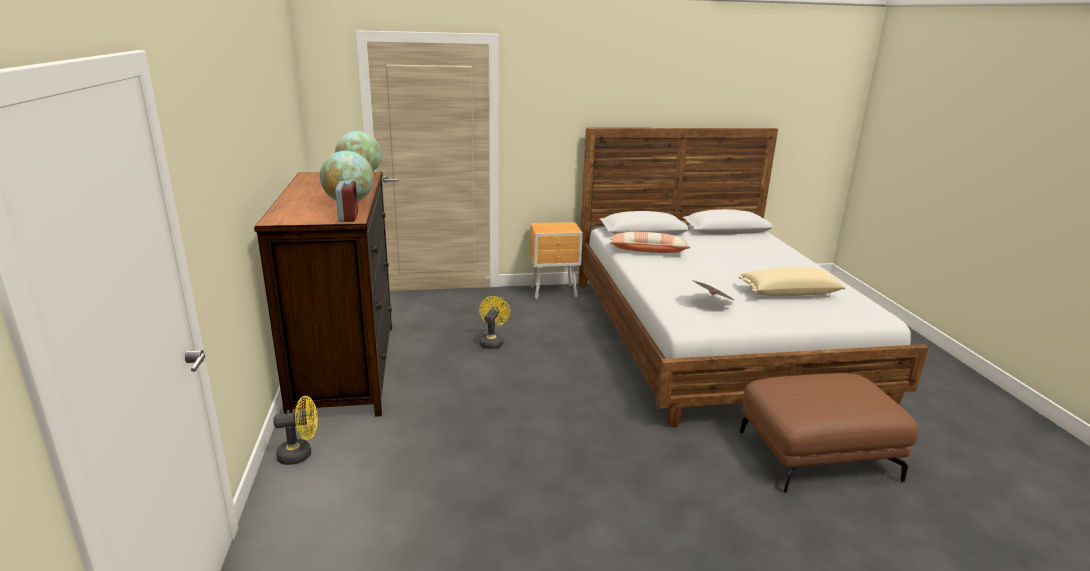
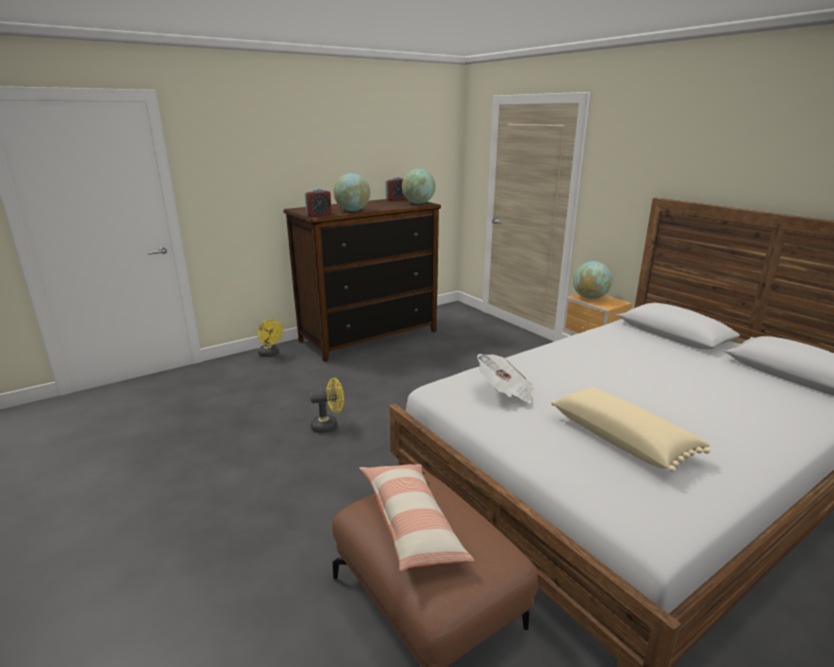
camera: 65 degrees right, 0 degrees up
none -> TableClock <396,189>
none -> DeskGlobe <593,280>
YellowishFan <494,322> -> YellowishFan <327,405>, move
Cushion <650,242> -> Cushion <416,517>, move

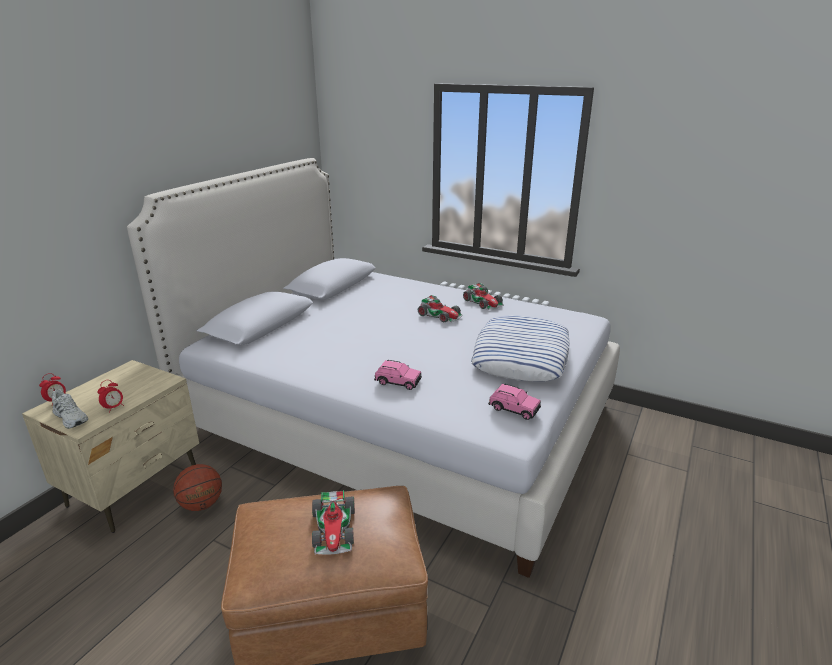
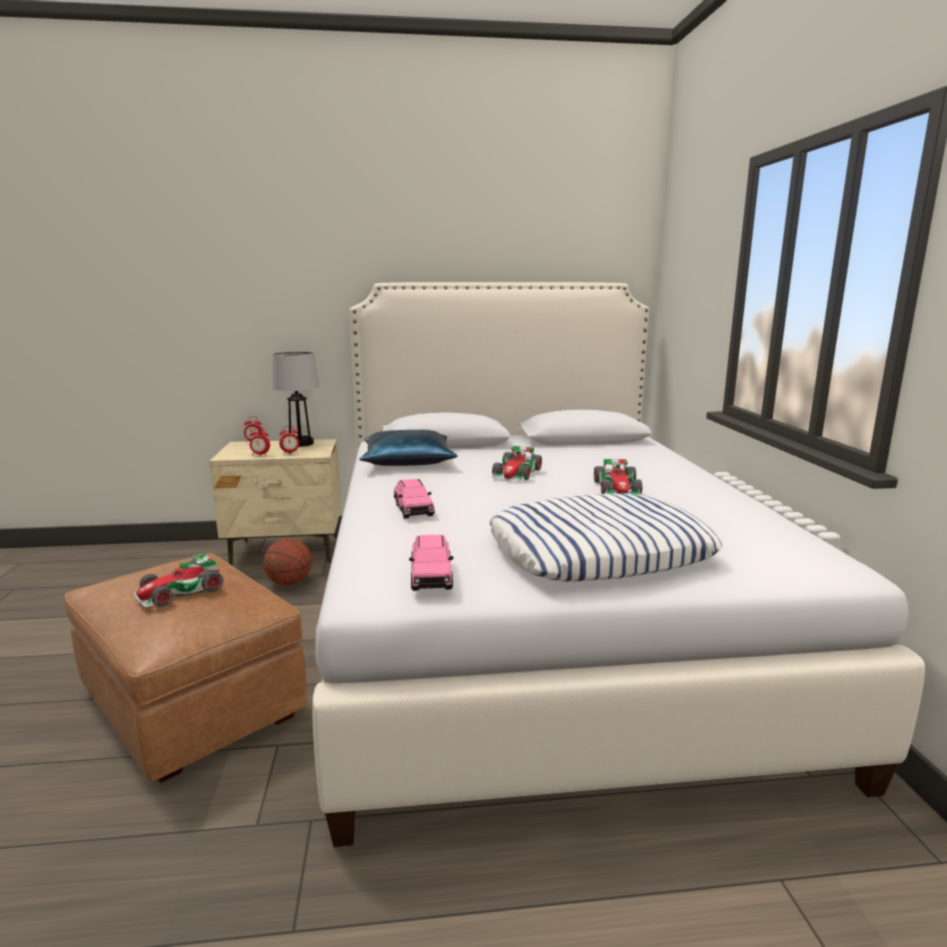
camera: 55 degrees right, 10 degrees down
WhitishLowShoe <70,409> -> none
none -> TabletopLamp <296,399>
none -> TableClock <289,440>
none -> BlueCushion <408,448>
MiniatureCar <483,296> -> MiniatureCar <517,463>, move

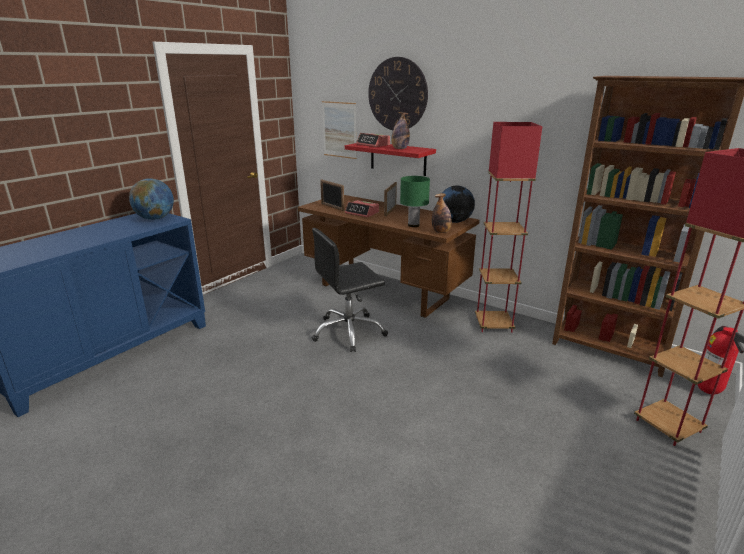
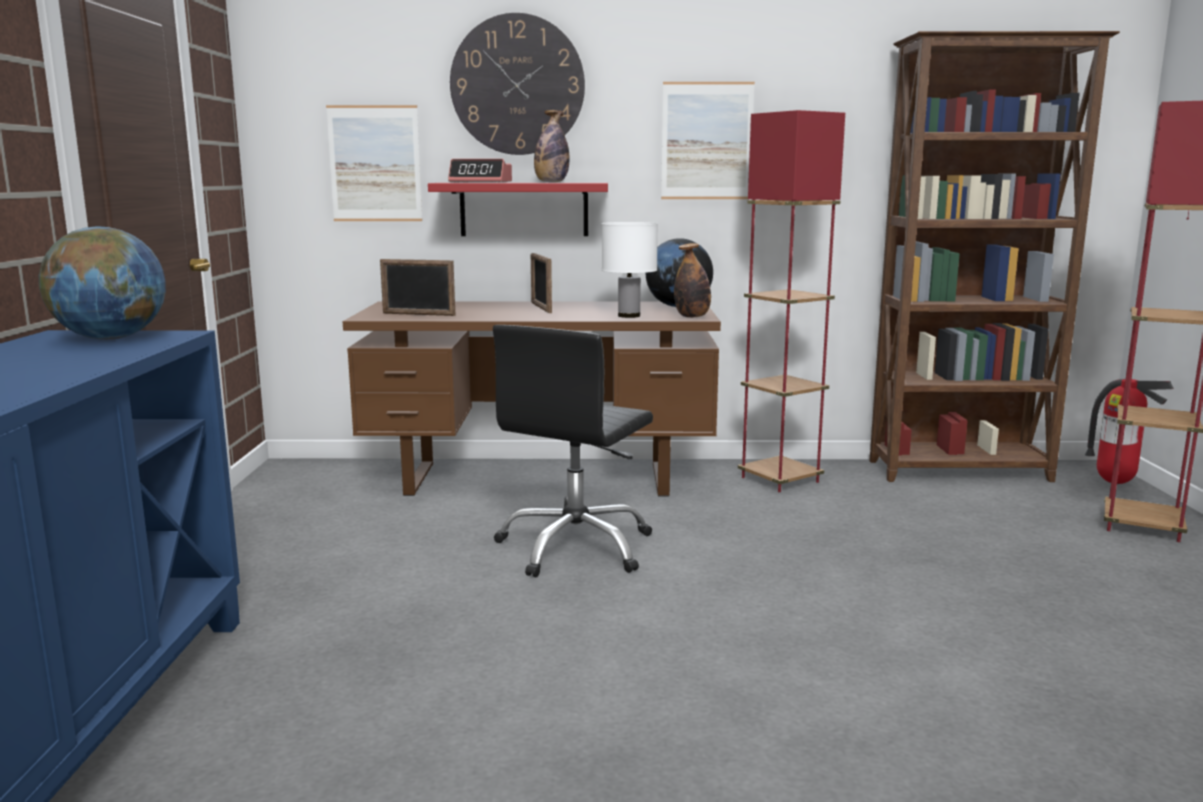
camera: 35 degrees left, 10 degrees down
TableClock <362,208> -> none
none -> WallPicture <708,140>
GreenColouredTabletopLamp <415,201> -> WhitishTabletopLamp <630,270>

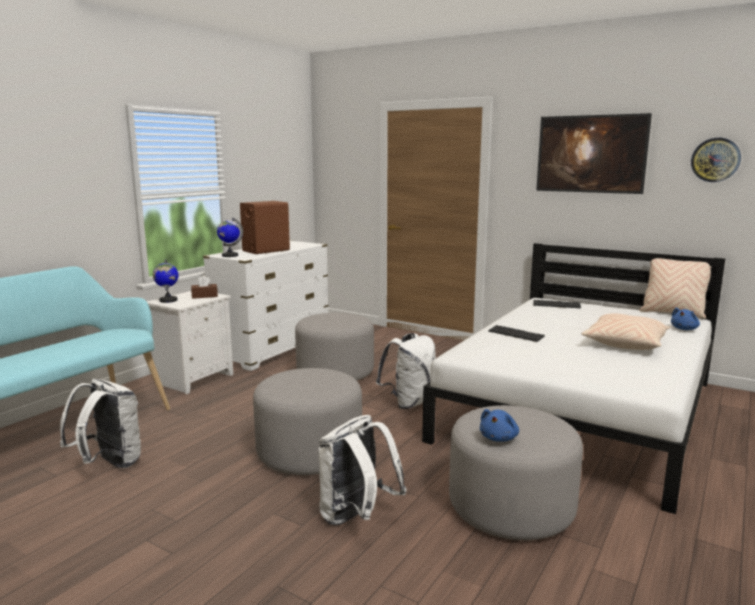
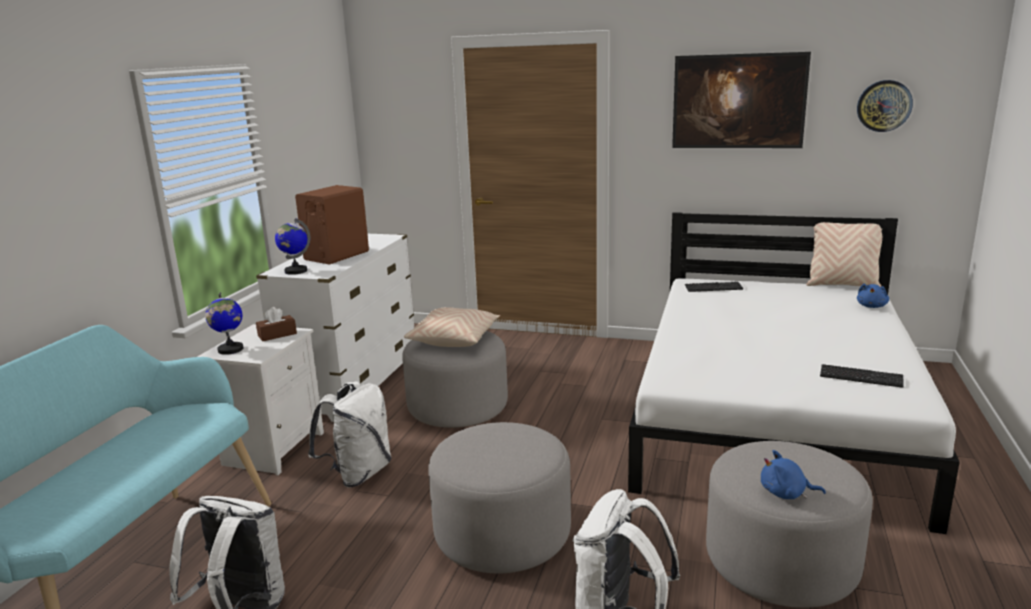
camera: 15 degrees left, 5 degrees up
WhitishKnapsack <406,371> -> WhitishKnapsack <350,434>, move
PcKeyboard <516,333> -> PcKeyboard <862,376>, move
BeigeCushion <626,331> -> BeigeCushion <452,327>, move
BluePlushToy <499,425> -> BluePlushToy <793,474>, 90 degrees clockwise

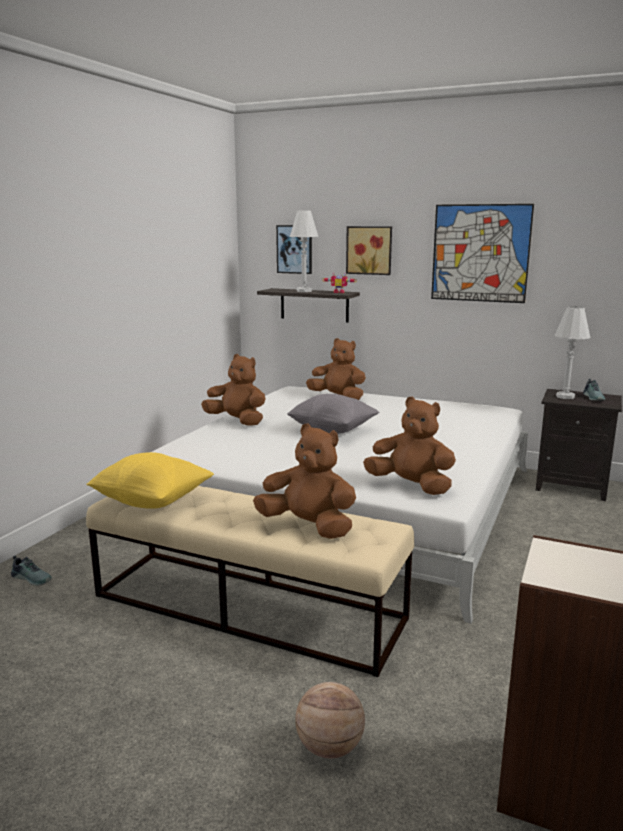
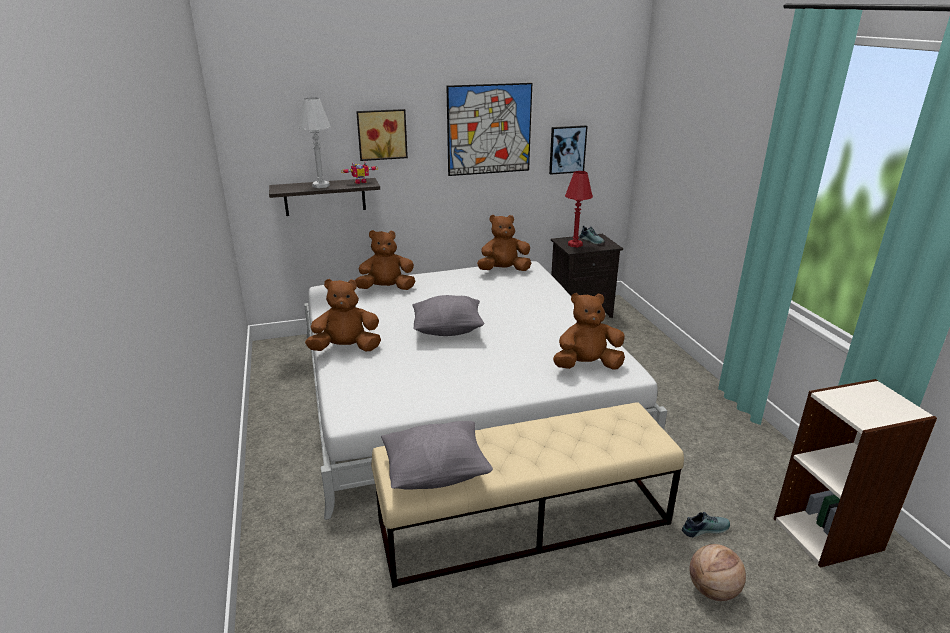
camera: 40 degrees left, 10 degrees up
LowShoe <31,570> -> LowShoe <706,525>, move
BrownishPlushToy <304,481> -> BrownishPlushToy <504,243>, move
WallPicture <294,249> -> WallPicture <568,150>, move
YellowishCushion <150,480> -> GreyCushion <437,455>
WhitishTabletopLamp <572,352> -> ReddishTabletopLamp <579,209>

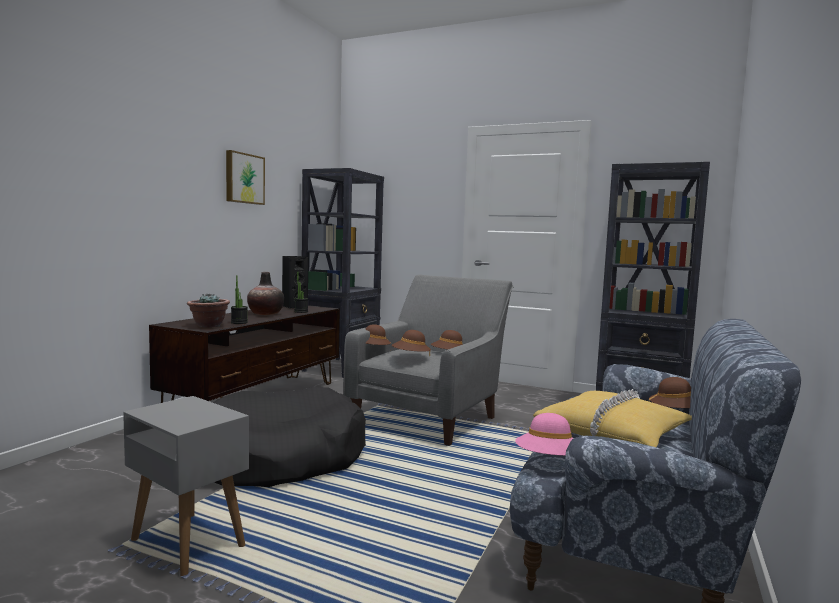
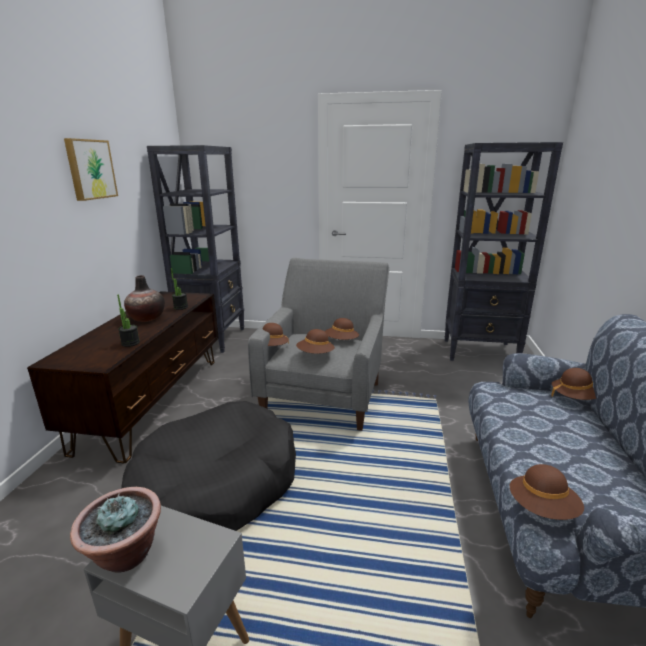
camera: 15 degrees left, 15 degrees up
BlackAudioSpeaker <295,282> -> none
YellowishCushion <612,418> -> none
PlantInAPot <208,311> -> PlantInAPot <115,530>, move
PinkHat <544,434> -> BrownishHat <547,492>

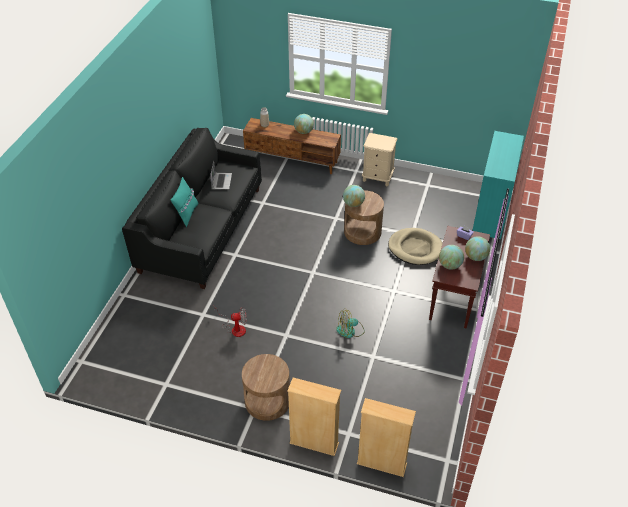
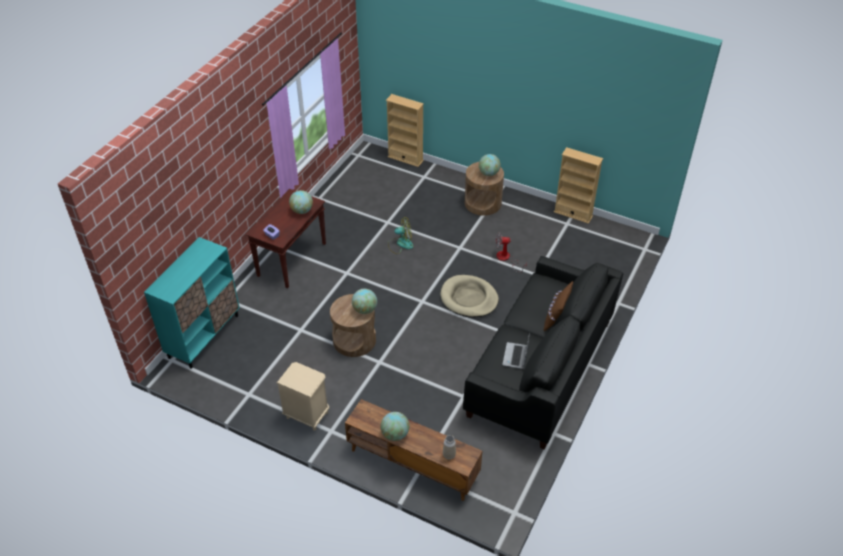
camera: 170 degrees left, 0 degrees up
BeigeShelvingUnit <314,417> -> BeigeShelvingUnit <578,185>, move
BeigeDogBed <415,246> -> BeigeDogBed <469,296>, move
DeskGlobe <477,248> -> DeskGlobe <490,165>, move
TurquoiseColouredCushion <184,202> -> BrownishCushion <558,306>

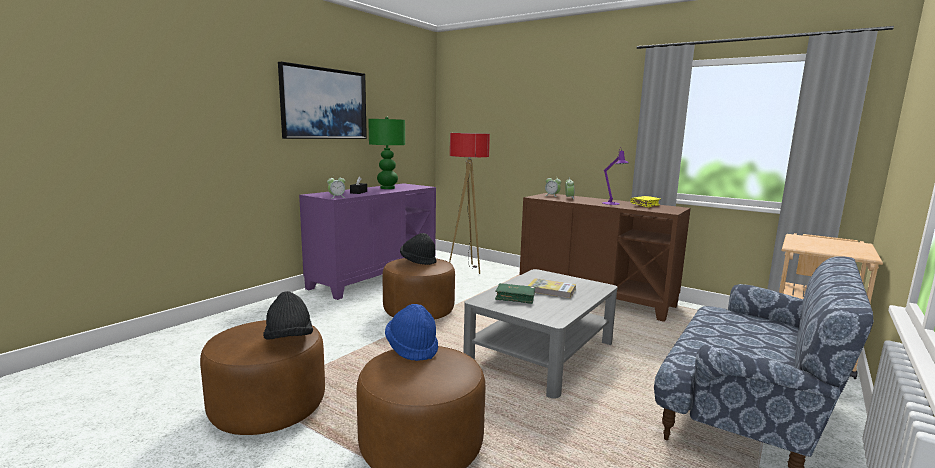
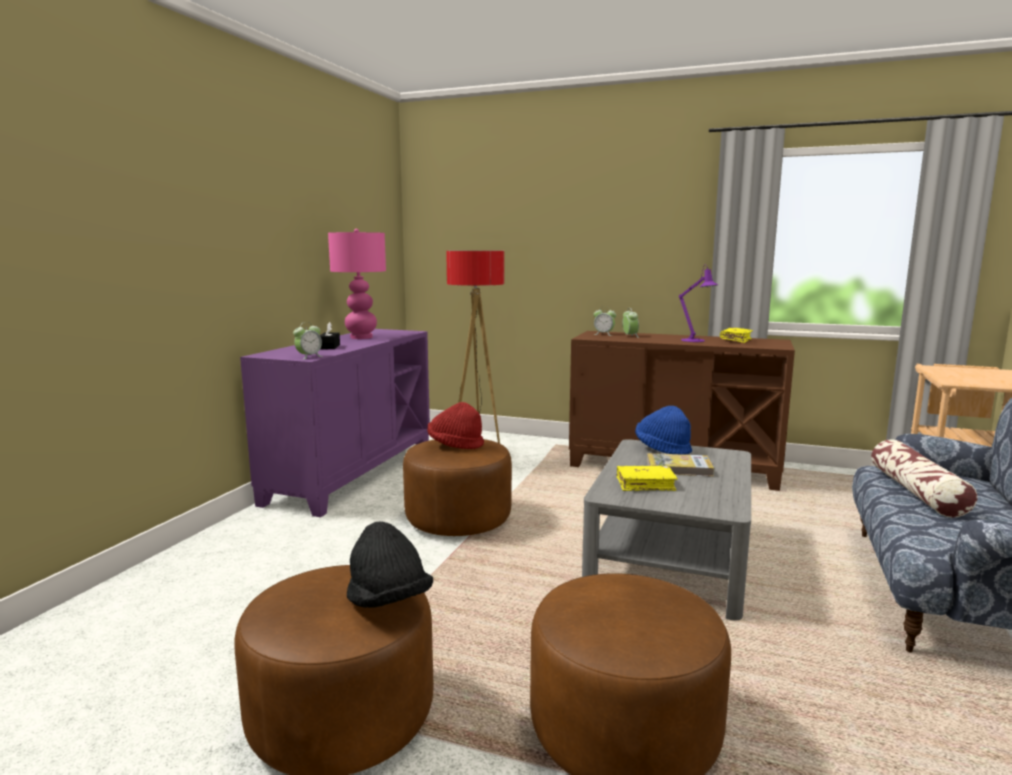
camera: 15 degrees left, 0 degrees up
WallPicture <322,100> -> none
none -> Cushion <924,478>
BlueHat <411,332> -> BlueHat <663,430>, move
GreenColouredTabletopLamp <386,153> -> PinkTabletopLamp <357,284>
BlackHat <418,249> -> ReddishHat <455,425>
GreenColouredBook <515,293> -> YellowishBook <647,478>

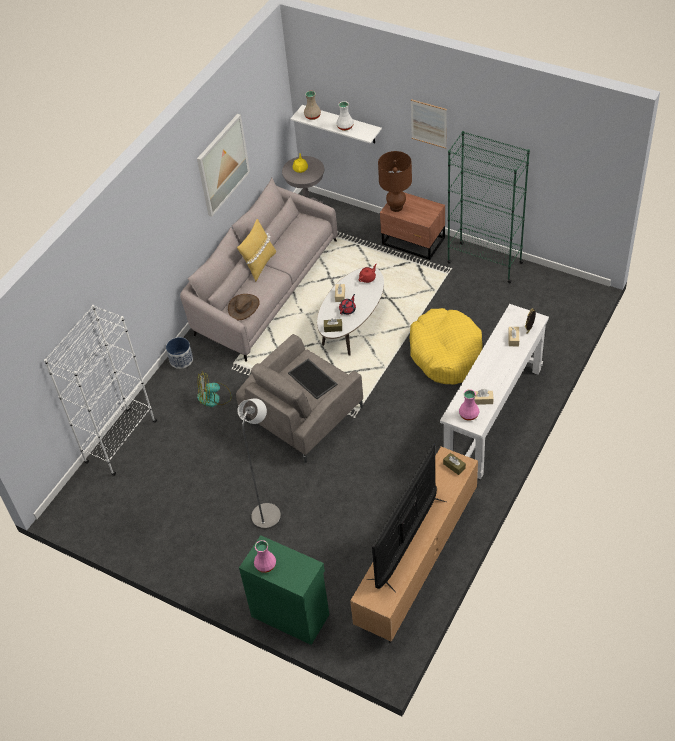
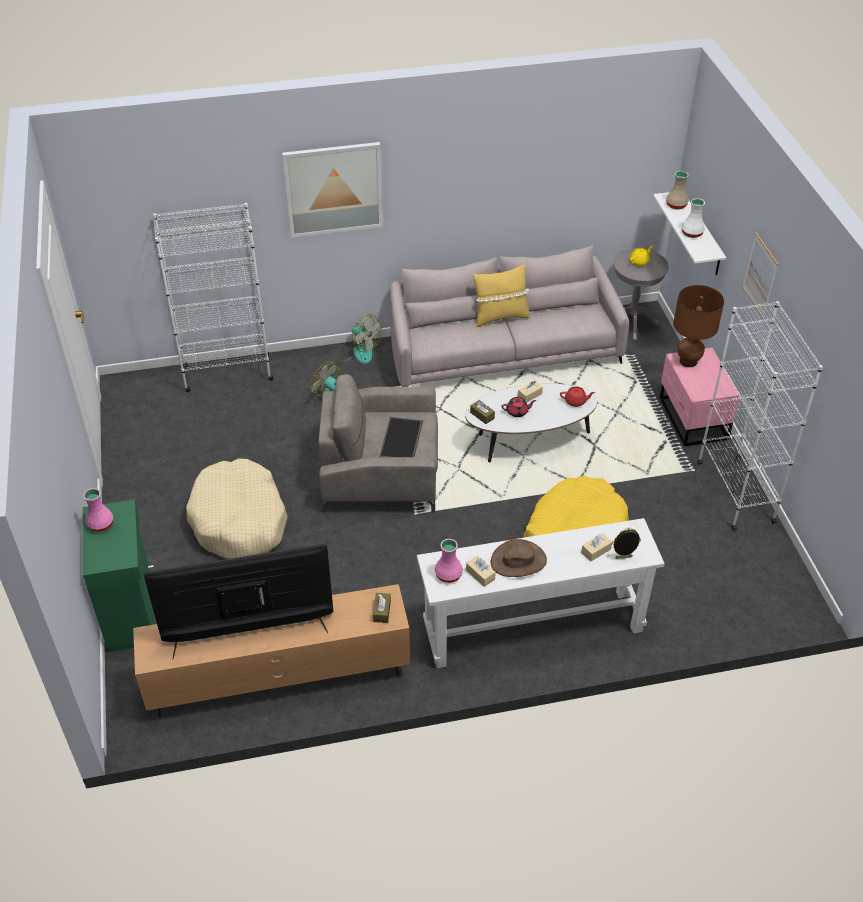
camera: 45 degrees right, 5 degrees down
WallPicture <223,165> -> WallPicture <332,190>, move
BrownishHat <244,307> -> BrownishHat <519,558>, move
PlantPot <179,353> -> Fan <359,339>
GreyStandingLamp <259,463> -> BeigeDogBed <237,508>
BrownishNightTable <412,226> -> PinkNightTable <700,397>
GreenColouredShelvingUnit <488,207> -> WhitishShelvingUnit <760,415>

